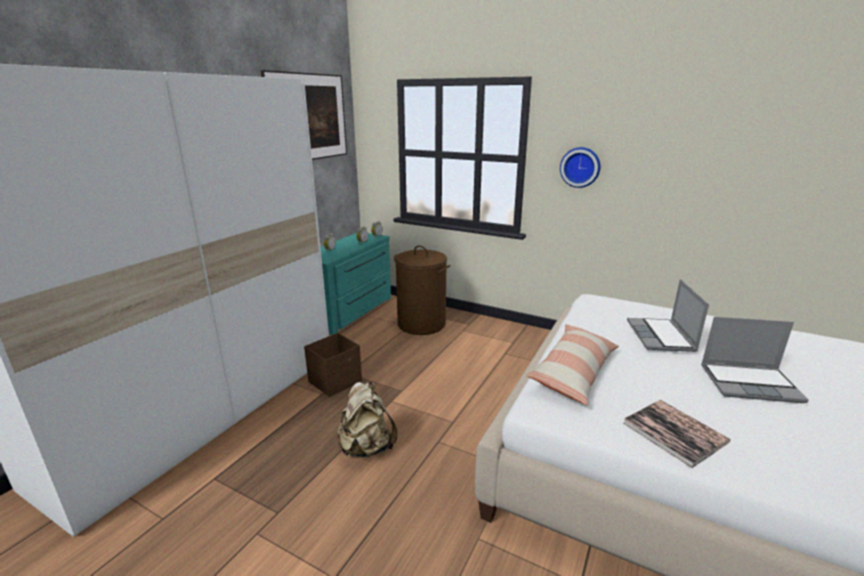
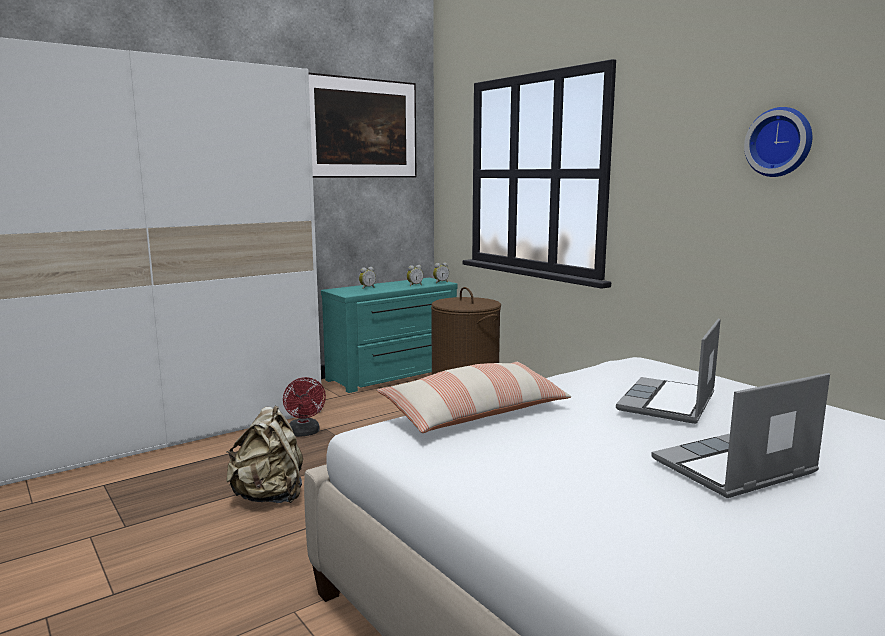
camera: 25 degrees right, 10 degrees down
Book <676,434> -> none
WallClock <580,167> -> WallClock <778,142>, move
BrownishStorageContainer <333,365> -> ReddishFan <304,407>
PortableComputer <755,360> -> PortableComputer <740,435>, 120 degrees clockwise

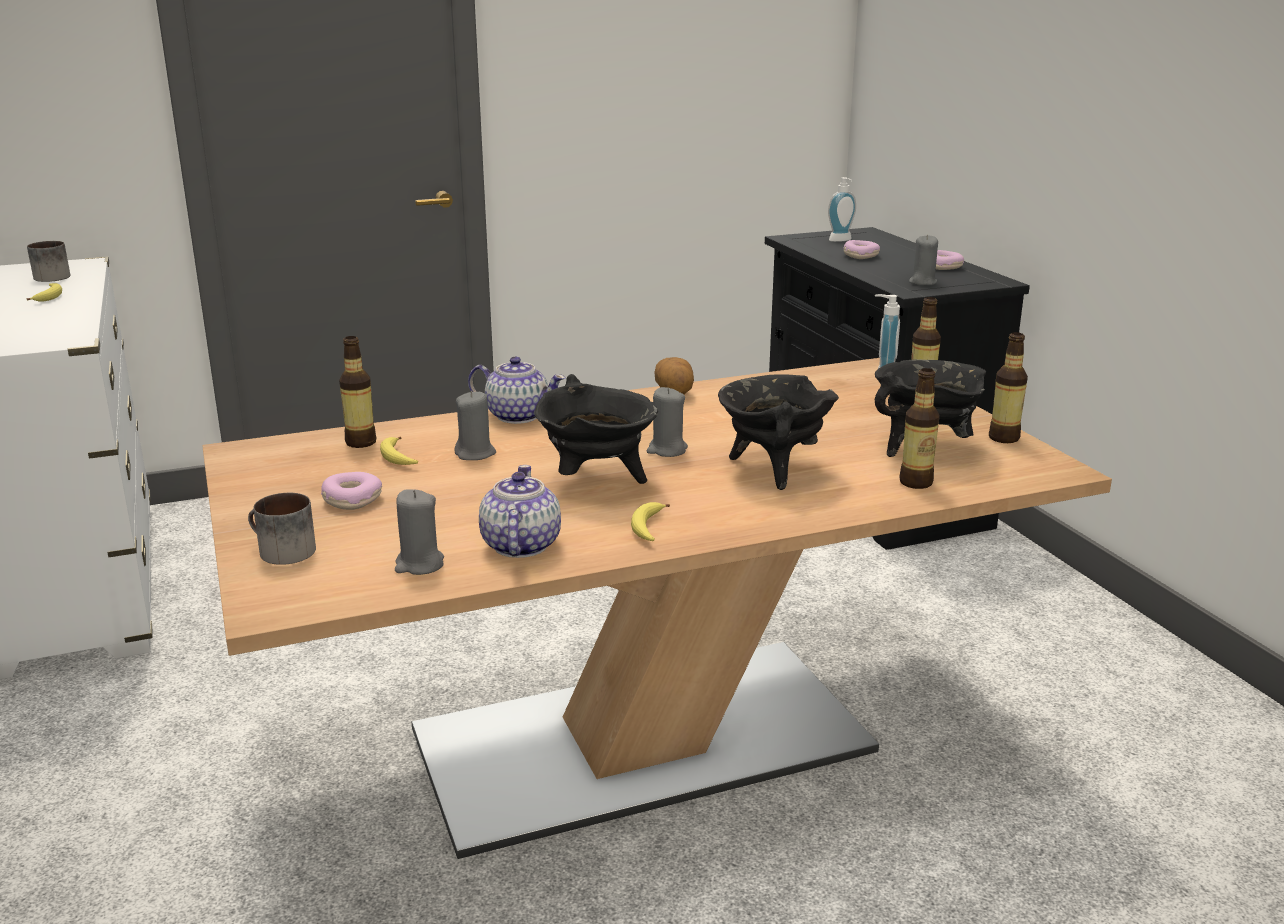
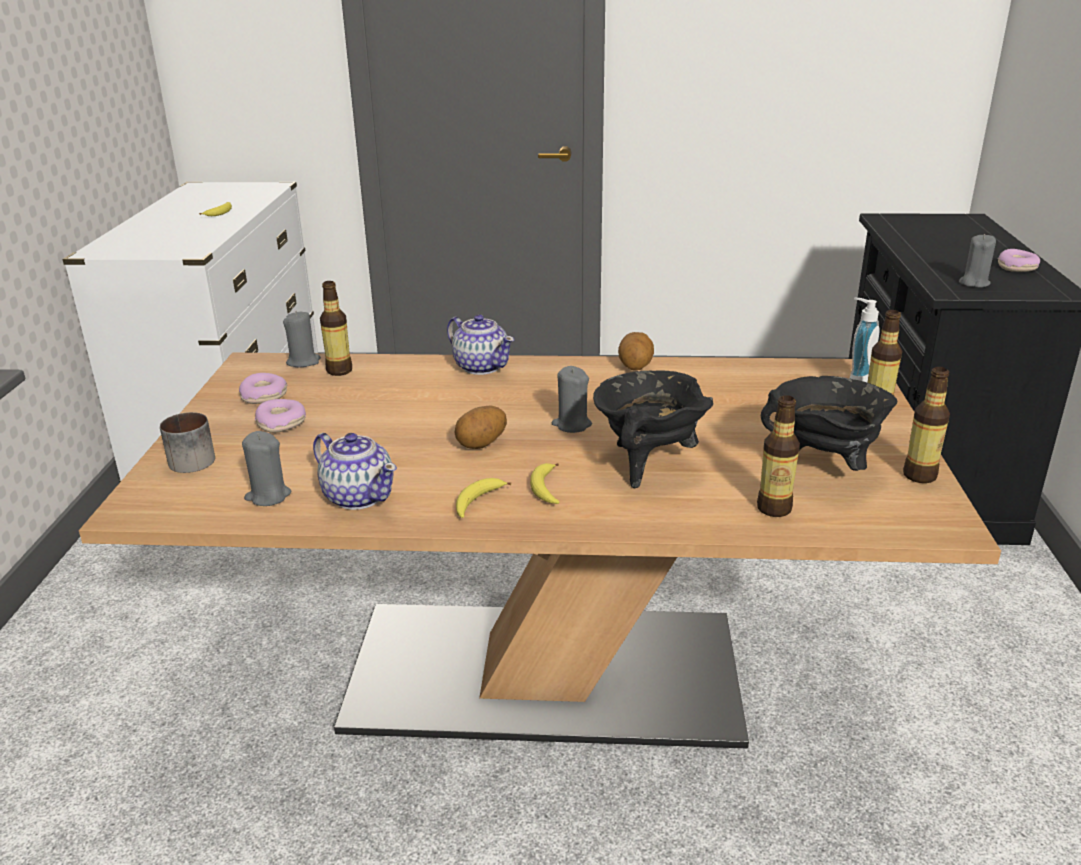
camera: 25 degrees right, 5 degrees up
CoffeeMug <49,261> -> none
SoapDispenser <842,209> -> none
BananaFruit <399,451> -> BananaFruit <544,483>, move
GreyWaxCandle <475,425> -> GreyWaxCandle <302,339>, move
Doughnut <861,249> -> Doughnut <263,388>, move
BlackCookingPot <596,429> -> WholePotato <480,427>
TeaPot <520,511> -> TeaPot <355,471>, 105 degrees clockwise

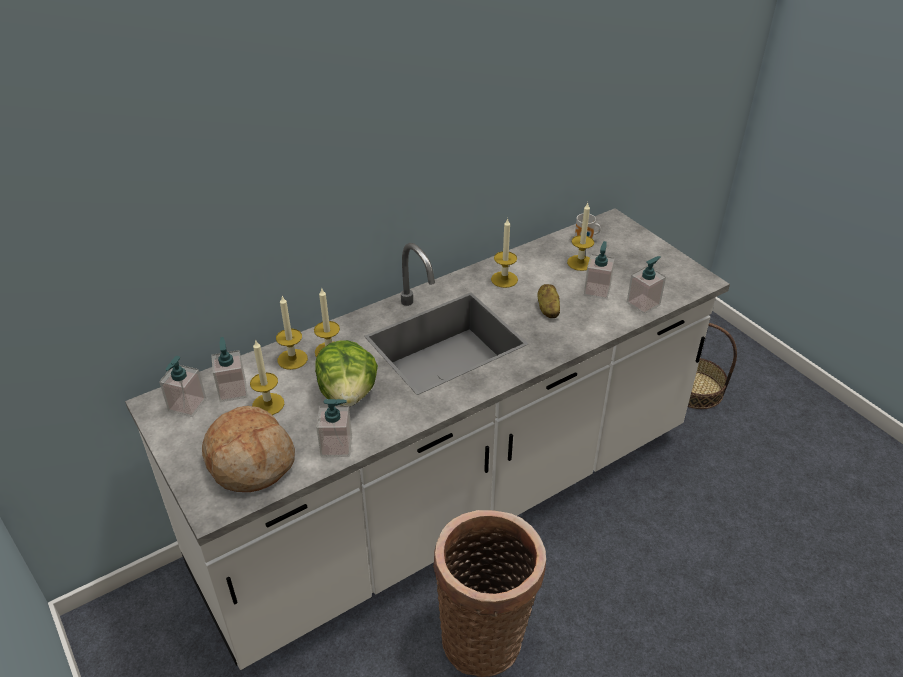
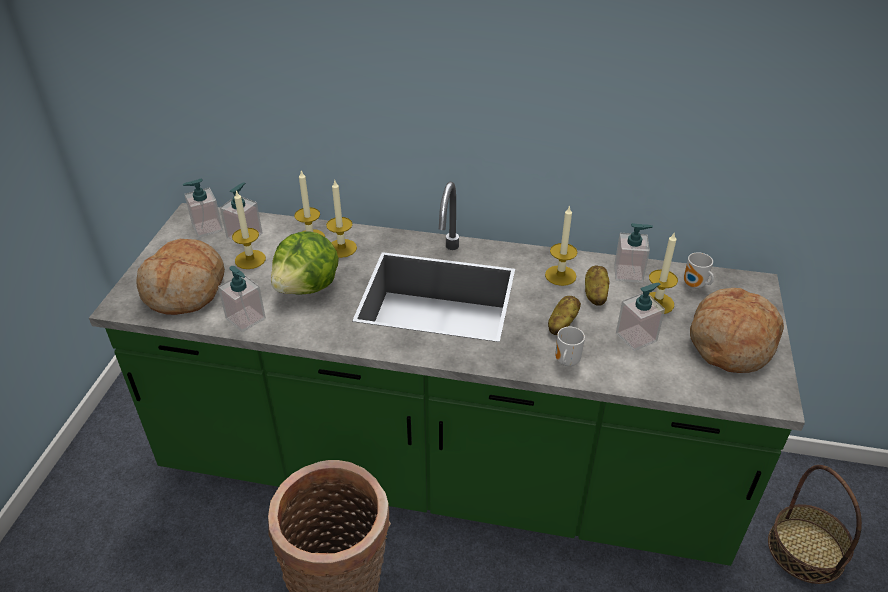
camera: 45 degrees right, 0 degrees up
none -> CoffeeMug <570,346>
none -> WholePotato <597,286>
none -> BakeryBread <737,330>
SoapDispenser <646,285> -> SoapDispenser <633,253>, move
WhitishCounter <427,439> -> GreenColouredCounter <447,374>

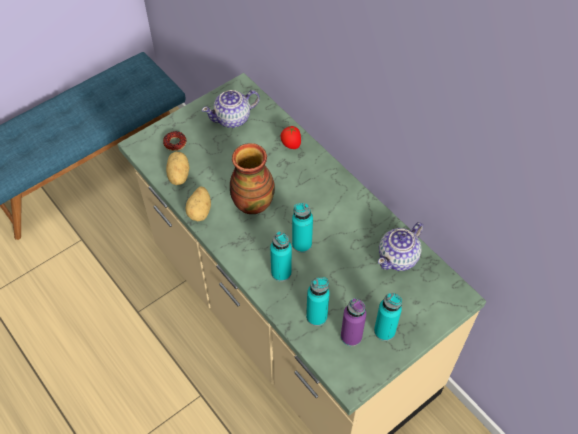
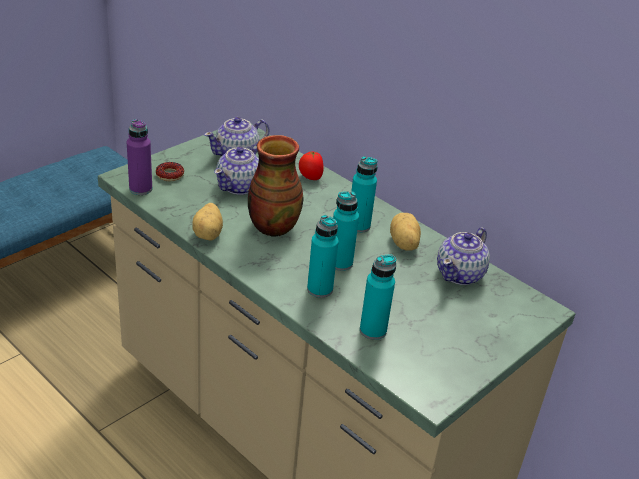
camera: 10 degrees left, 20 degrees down
none -> TeaPot <236,169>
WholePotato <178,168> -> WholePotato <405,232>, move
PurpleColouredDrinkBottle <353,322> -> PurpleColouredDrinkBottle <139,157>, move
TurquoiseColouredDrinkBottle <388,317> -> TurquoiseColouredDrinkBottle <364,194>, move

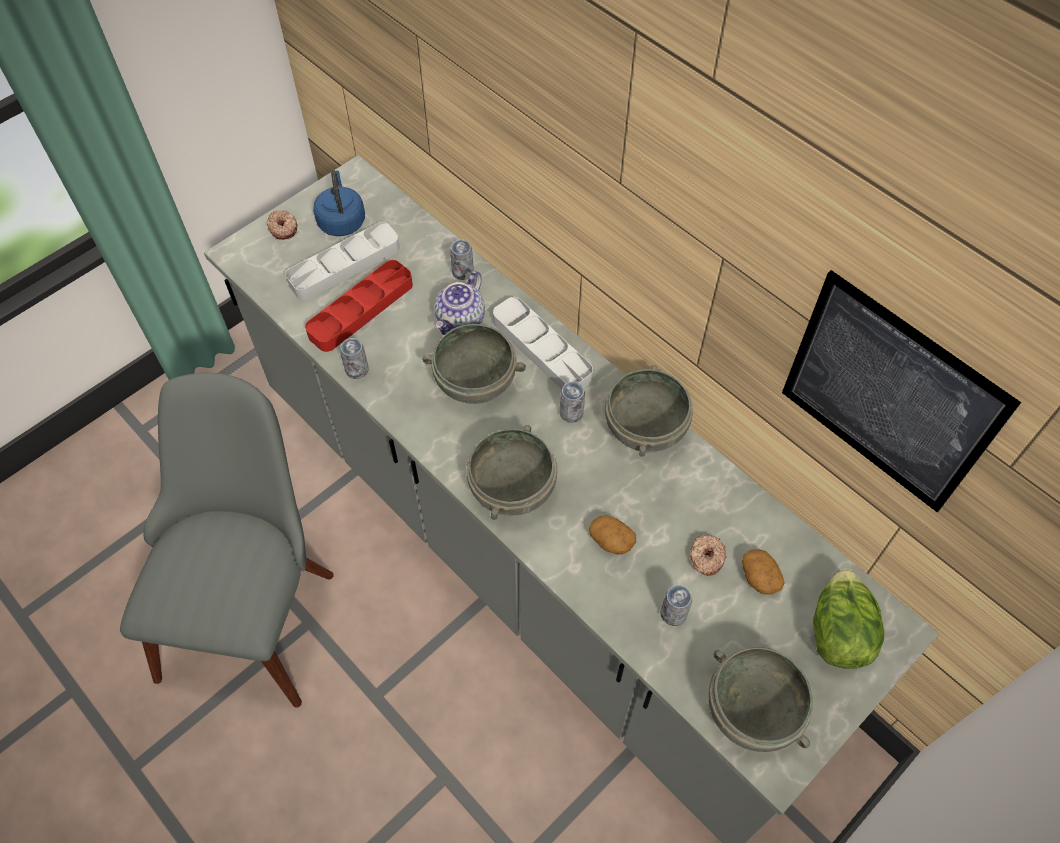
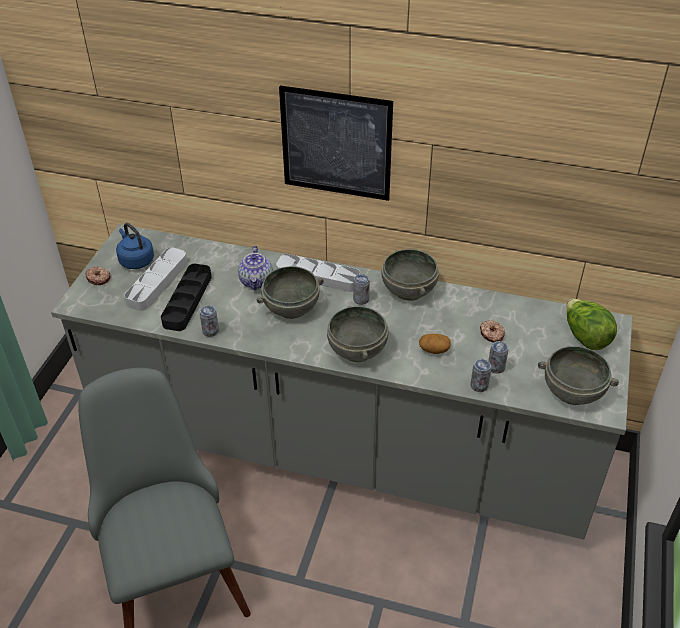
camera: 30 degrees left, 15 degrees down
WholePotato <763,572> -> none
SealedCan <462,260> -> SealedCan <480,375>, move
WallPicture <901,391> -> WallPicture <336,143>, move
ReddishTray <359,306> -> BlackTray <186,297>

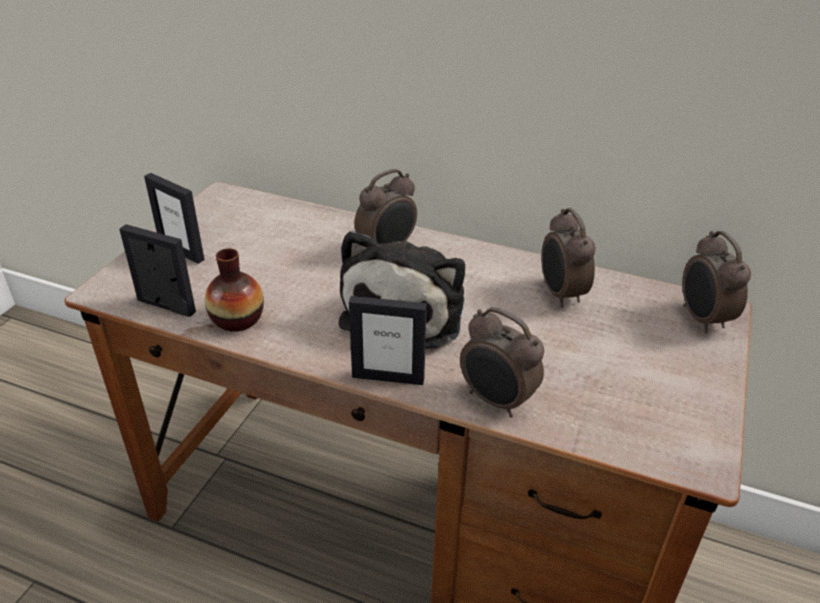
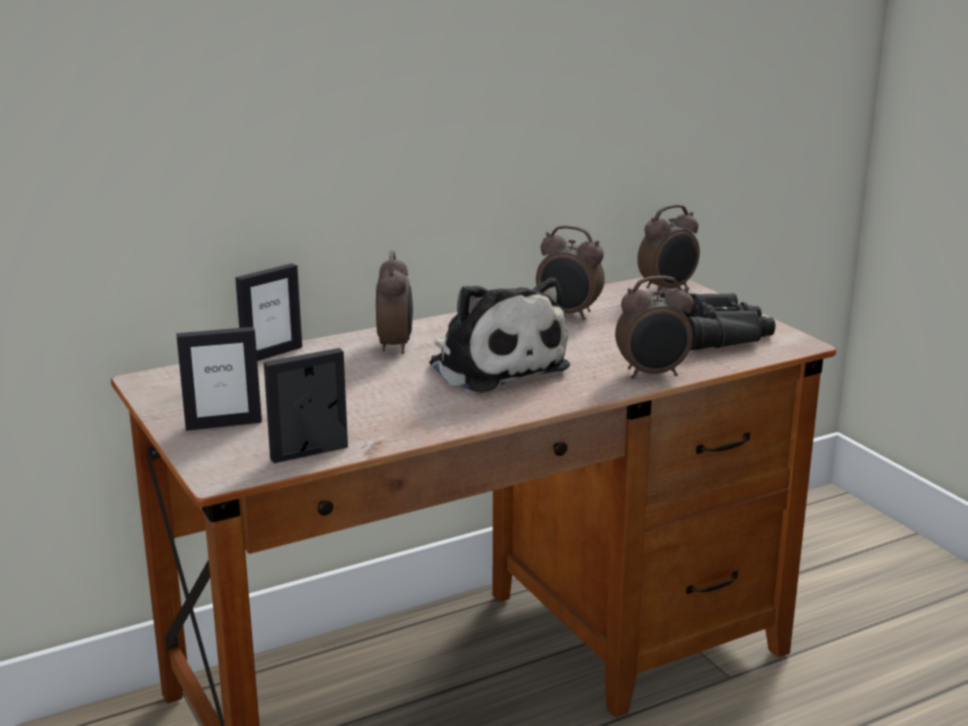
camera: 50 degrees left, 15 degrees down
DecorativeVase <234,290> -> none
none -> BlackPairOfBinoculars <718,321>
PictureFrame <388,340> -> PictureFrame <268,312>, move
TableClock <716,282> -> TableClock <668,248>, 60 degrees counterclockwise

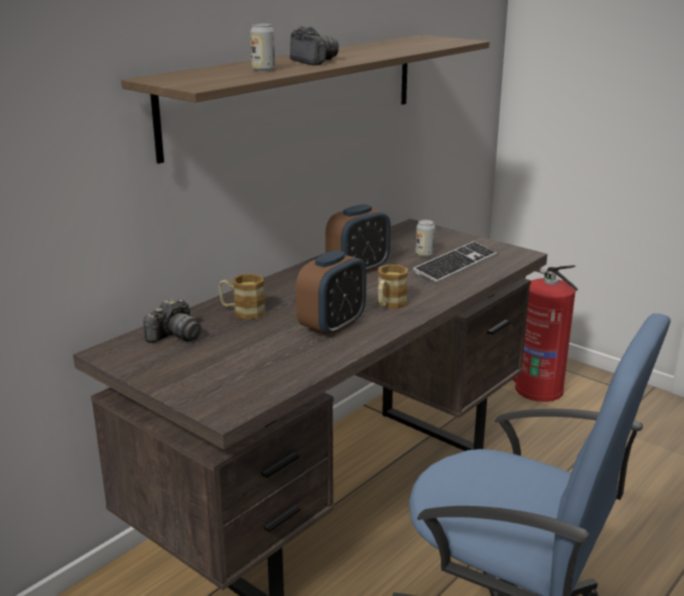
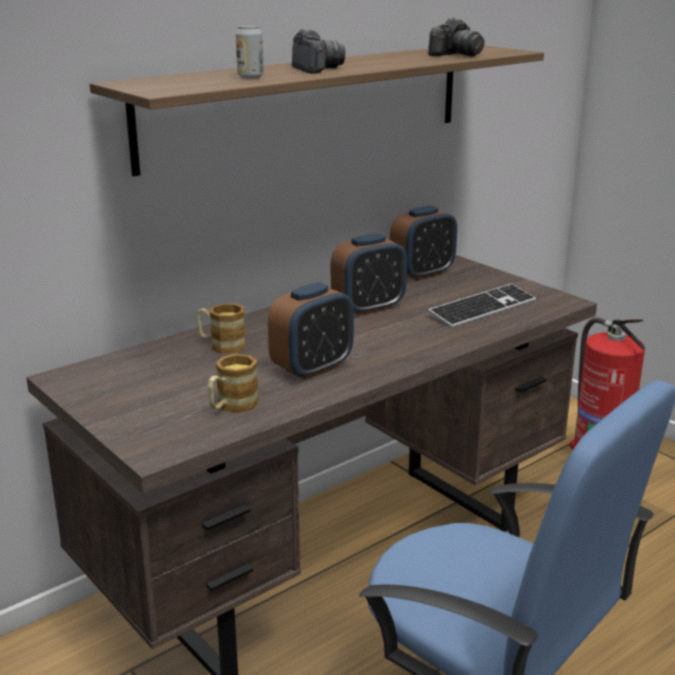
camera: 10 degrees right, 0 degrees up
SealedCan <425,238> -> none
none -> TableClock <423,243>
PhotoCamera <172,321> -> PhotoCamera <456,37>, move
CoffeeMug <393,286> -> CoffeeMug <233,383>, move

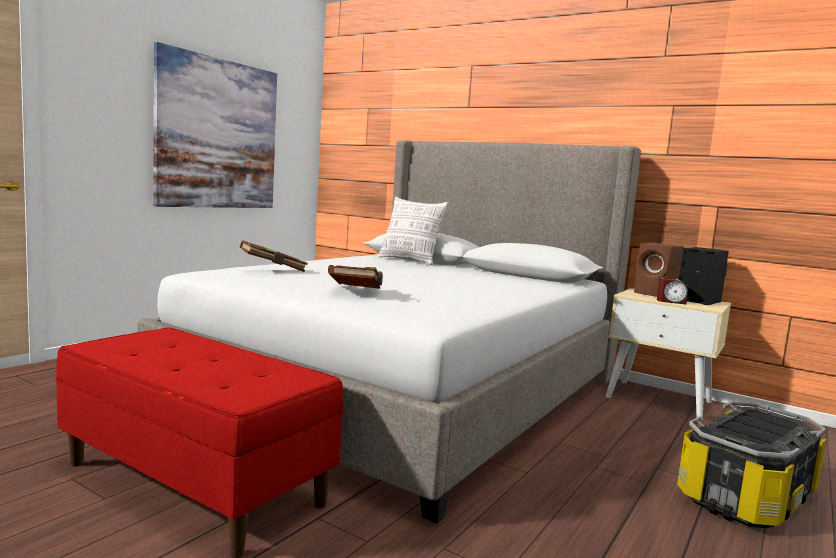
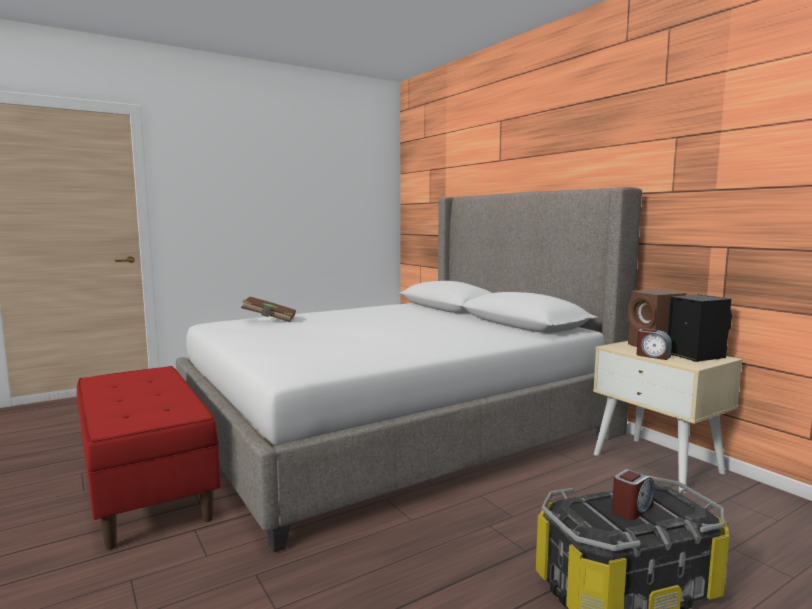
camera: 25 degrees right, 0 degrees up
WallPicture <215,125> -> none
BrownishBook <355,277> -> none
Cushion <413,231> -> none
none -> TableClock <633,494>

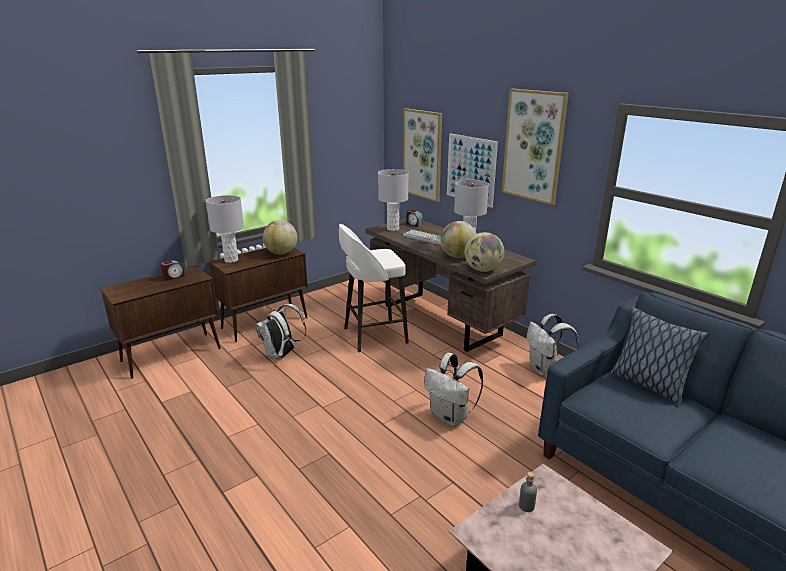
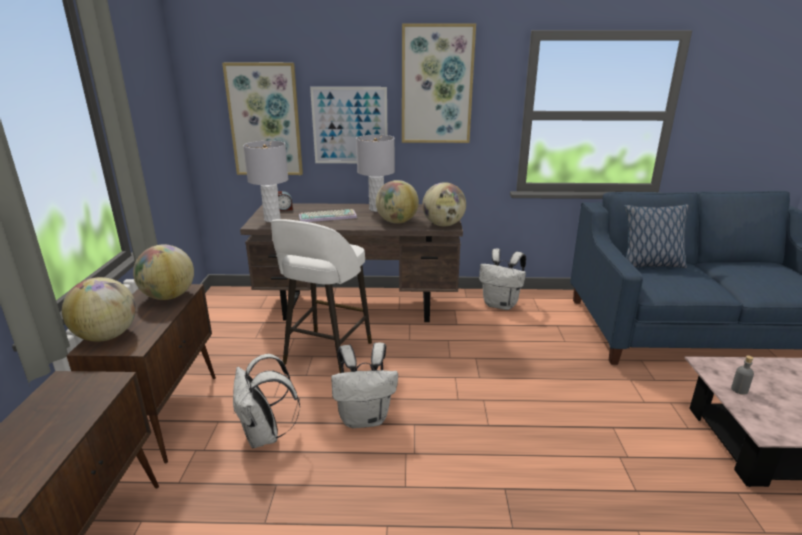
camera: 50 degrees left, 0 degrees up
TableClock <173,270> -> none
WhitishKnapsack <453,389> -> WhitishKnapsack <364,385>, move
GreyTabletopLamp <225,229> -> DeskGlobe <99,309>

